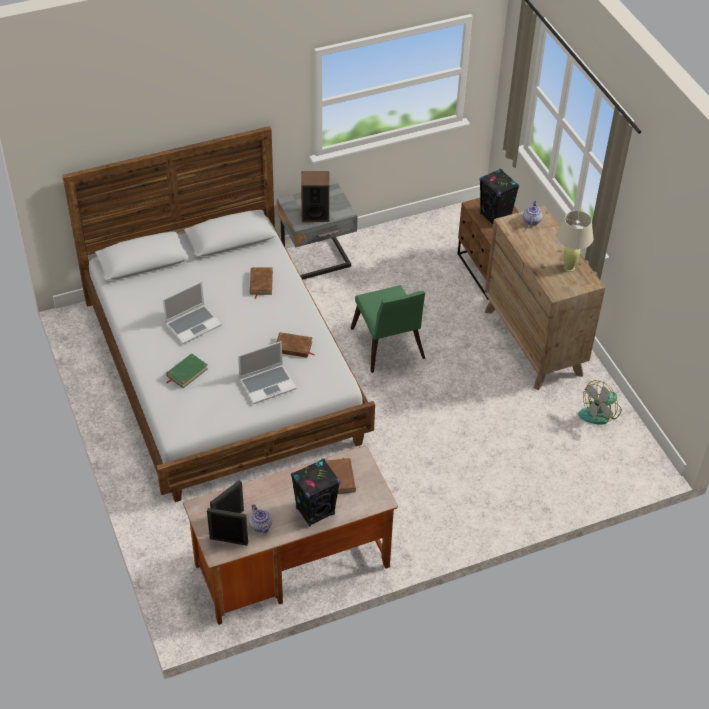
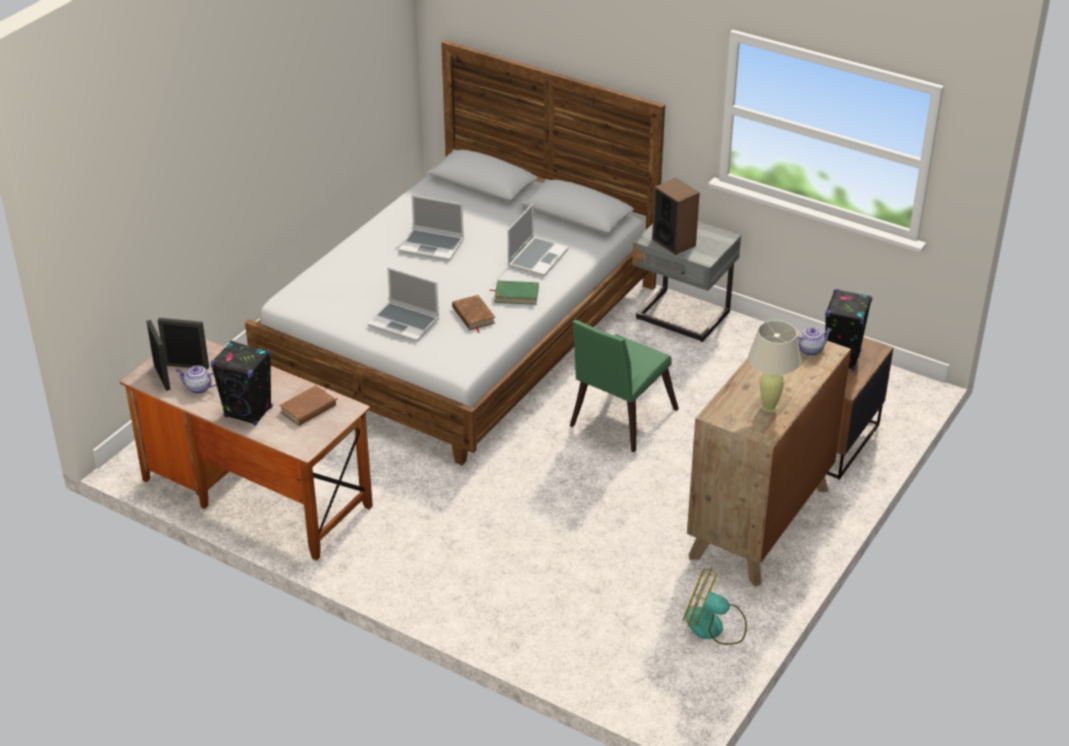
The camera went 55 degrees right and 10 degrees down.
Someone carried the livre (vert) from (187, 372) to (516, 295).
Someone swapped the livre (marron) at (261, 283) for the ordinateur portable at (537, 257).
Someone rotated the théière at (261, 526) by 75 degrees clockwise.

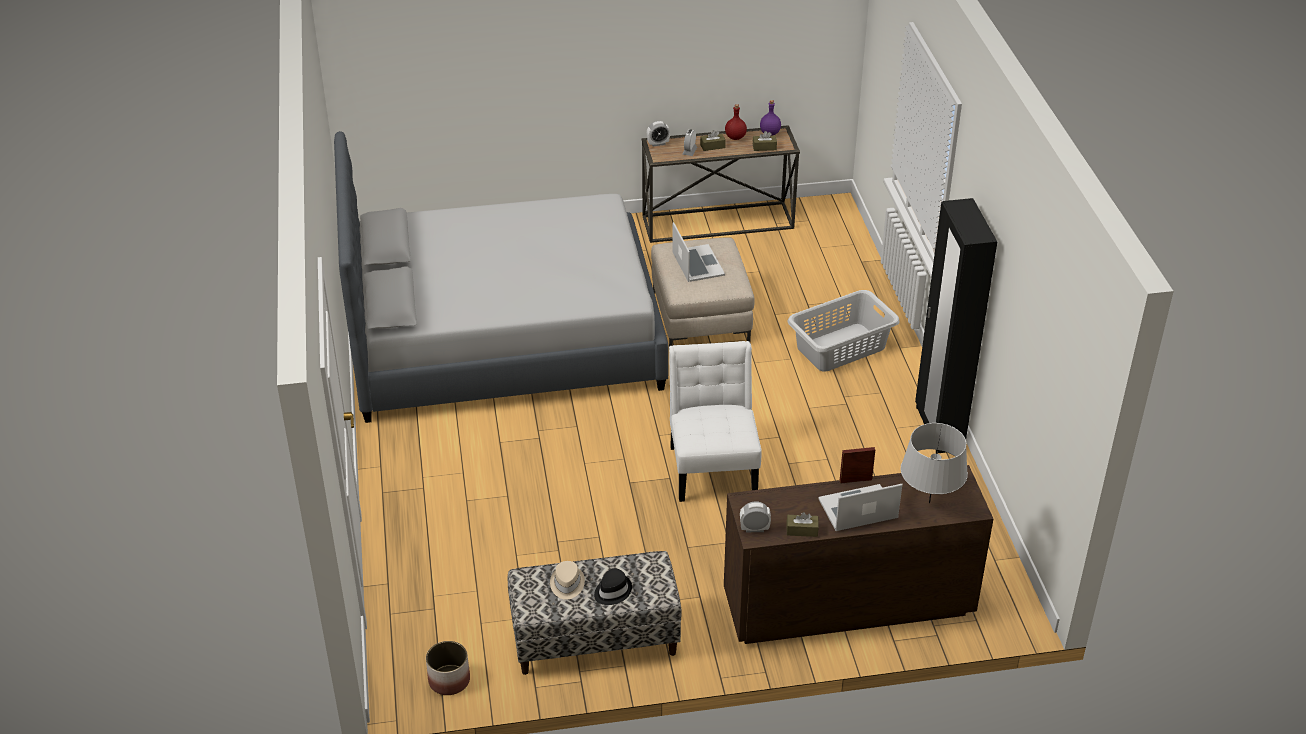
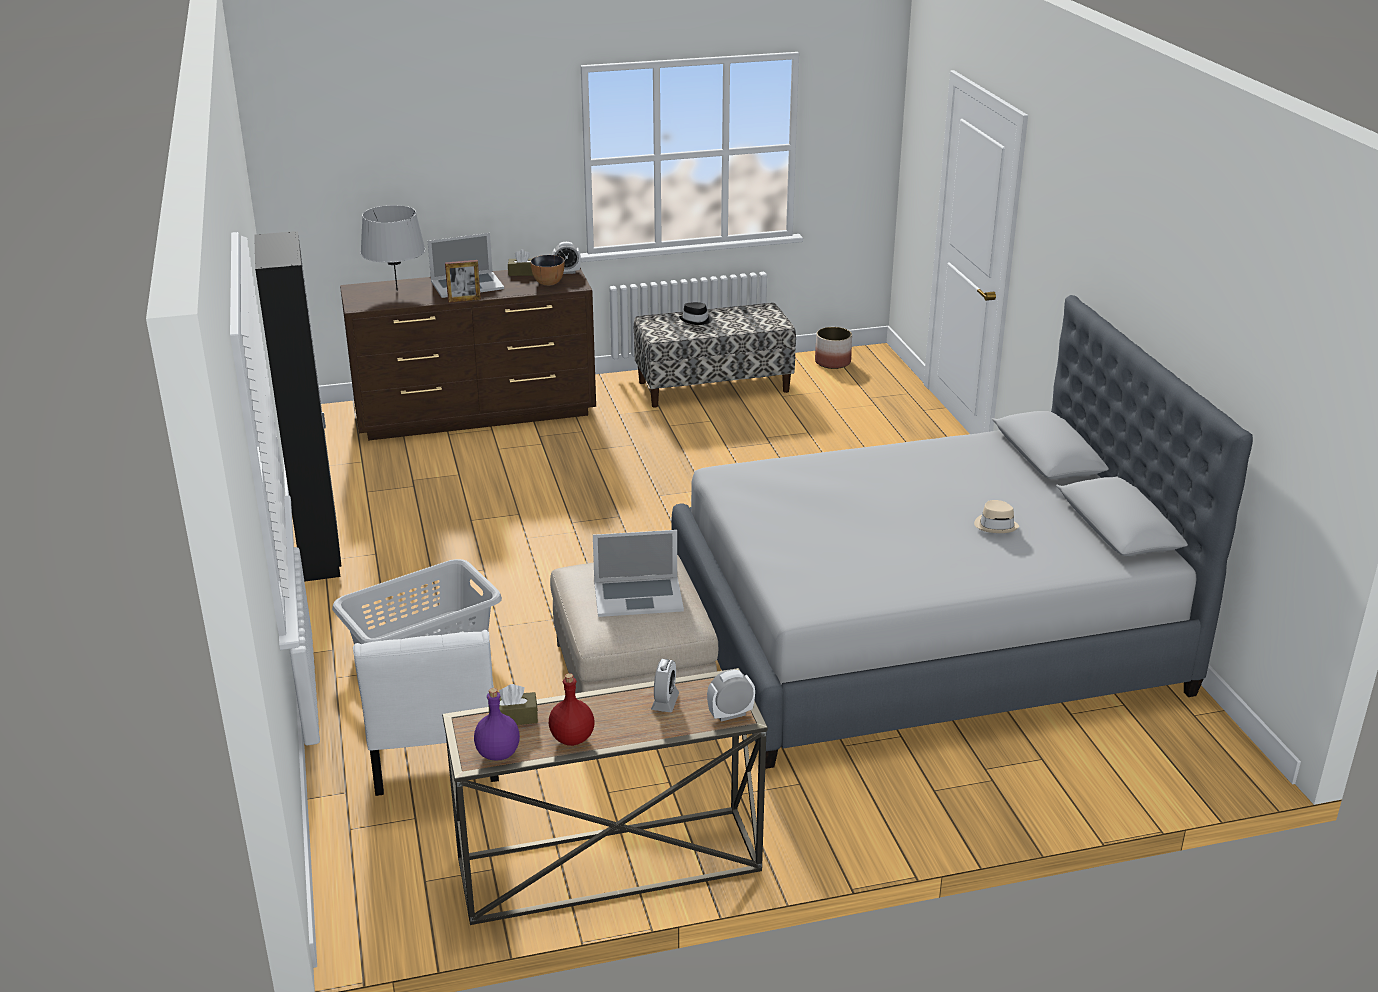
The camera went 175 degrees right and 10 degrees down.
Someone took away the boîte à mouchoirs (marron) at (712, 146).
Someone put down the bol at (548, 283).
Someone carried the chapeau (beige) from (566, 584) to (996, 525).
Someone carried the chaise (blanc) from (713, 466) to (434, 756).
Someone rotated the ordinateur portable at (697, 263) by 75 degrees counterclockwise.

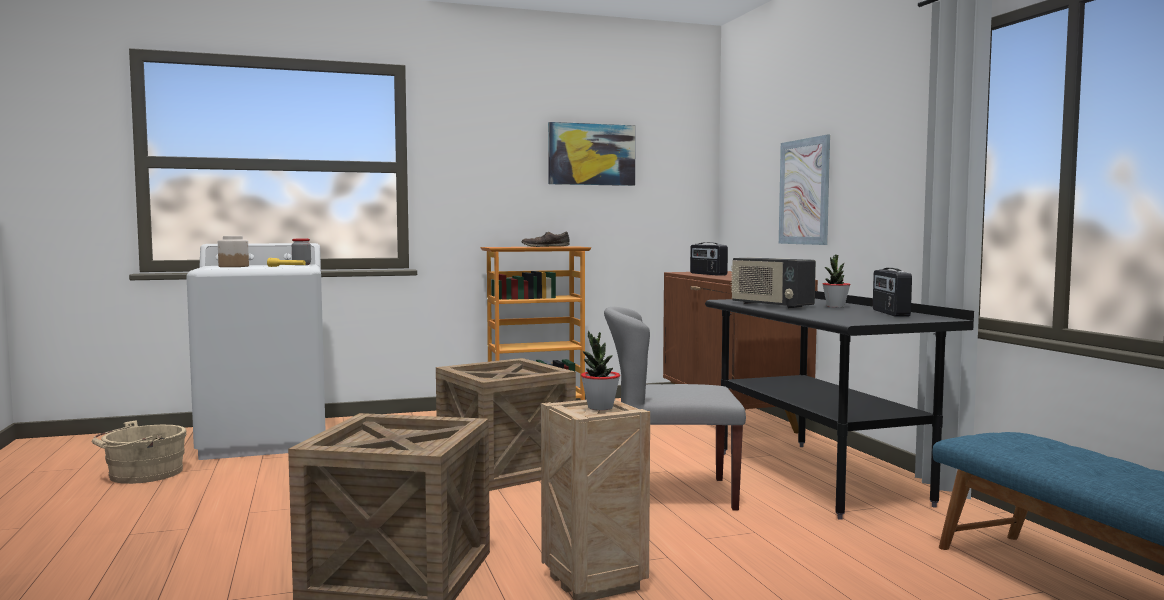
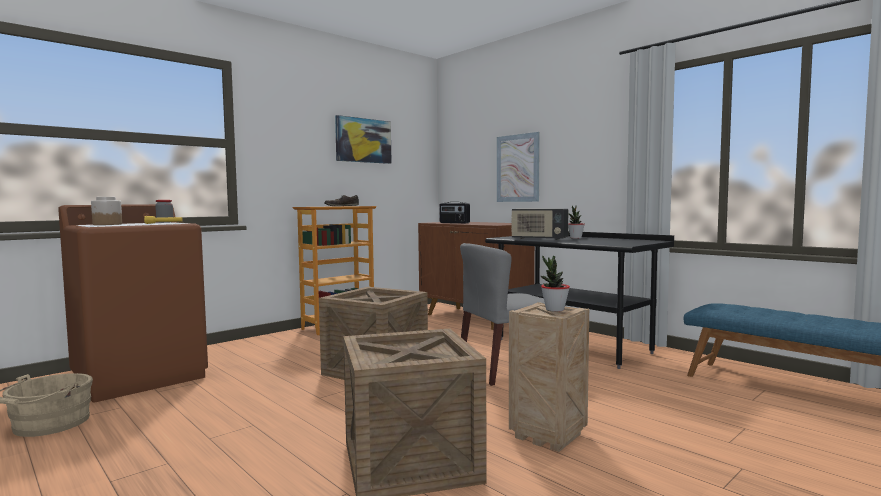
The camera went 25 degrees left and 0 degrees up.
Someone took away the radio at (889, 313).
Someone repainted the lave-linge (blanc) at (266, 440), which became the lave-linge (marron) at (140, 376).

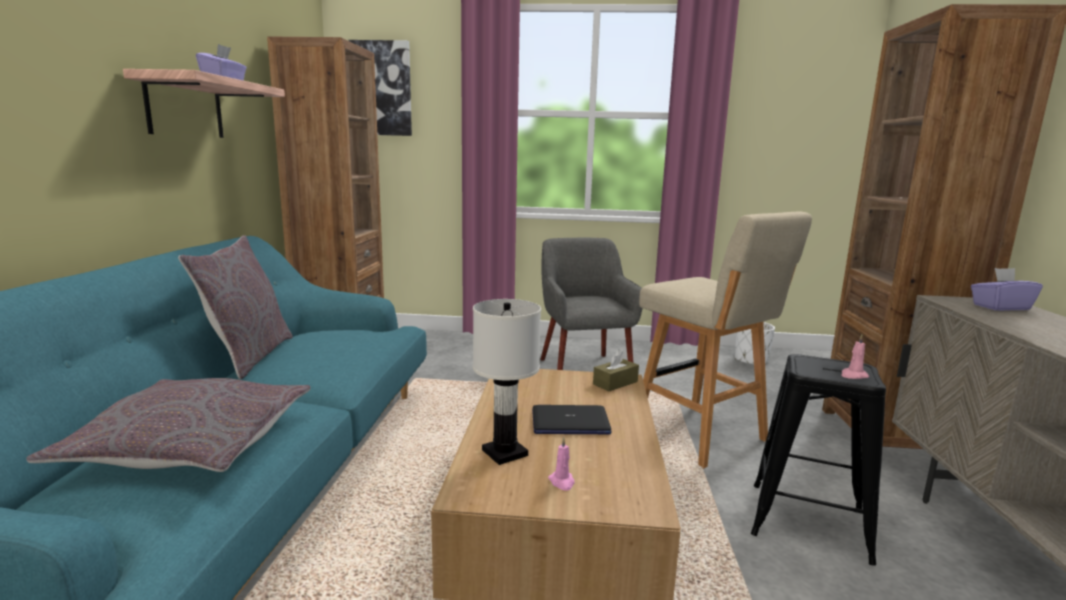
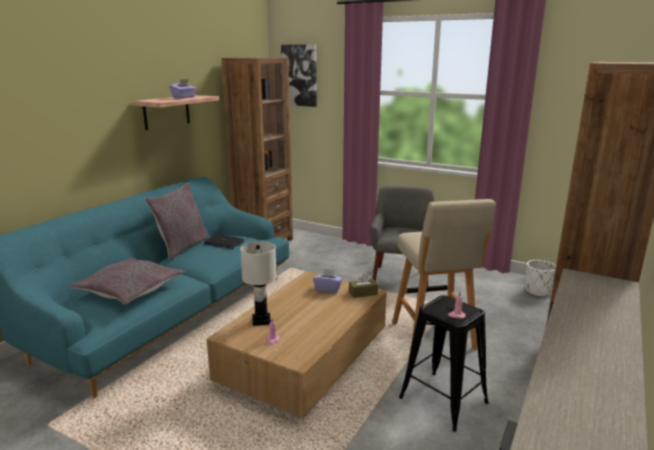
The camera went 25 degrees right and 5 degrees up.
Someone carried the ordinateur portable from (570, 422) to (224, 242).
Someone carried the boîte à mouchoirs (violet) from (1000, 307) to (328, 289).

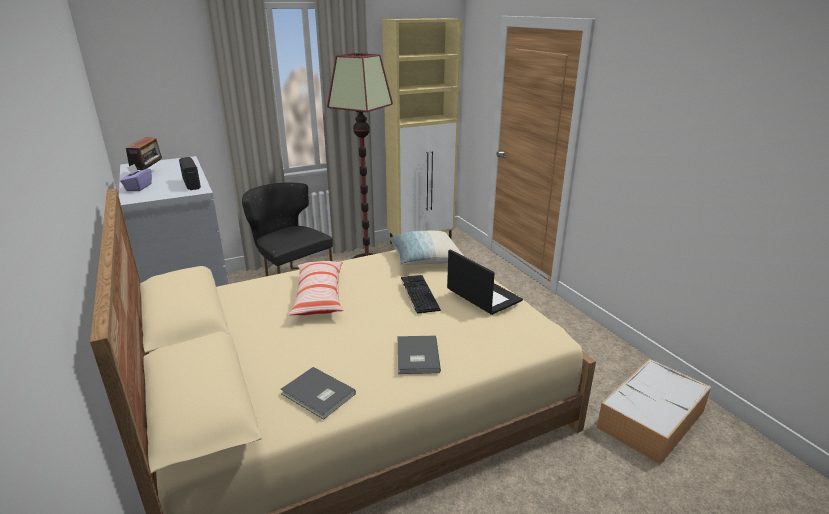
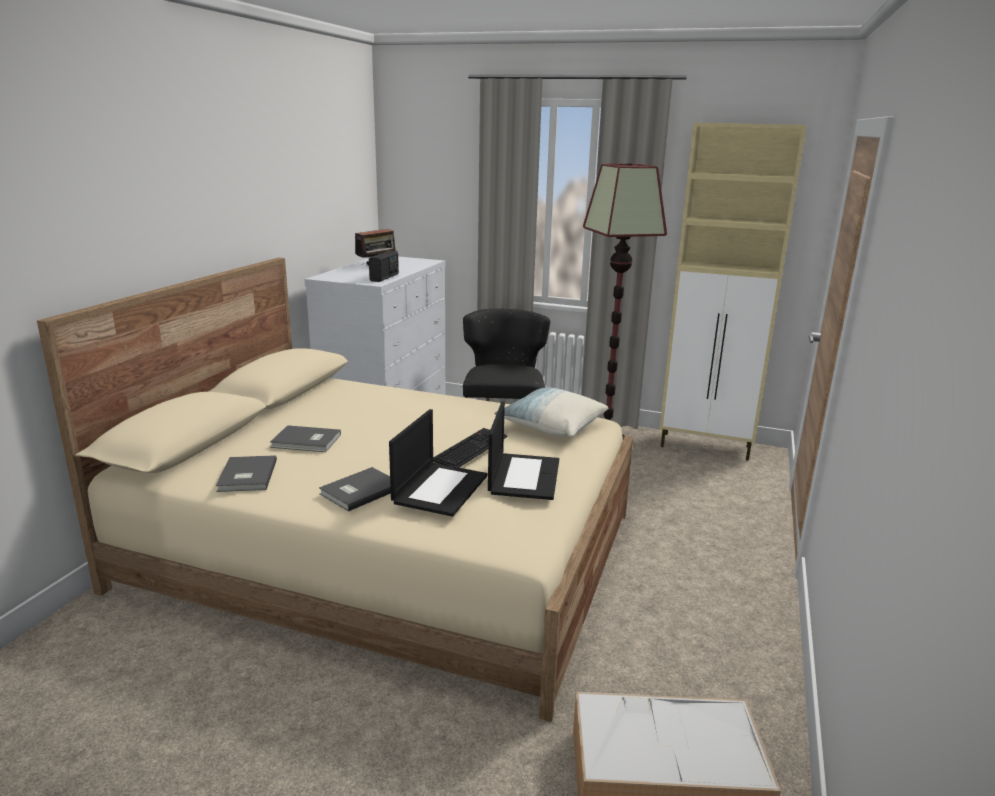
The camera went 45 degrees right and 5 degrees down.
Someone took away the boîte à mouchoirs (violet) at (138, 187).
Someone took away the coussin at (319, 296).
Someone put down the livre (gris) at (306, 441).
Someone put down the ordinateur portable at (440, 488).

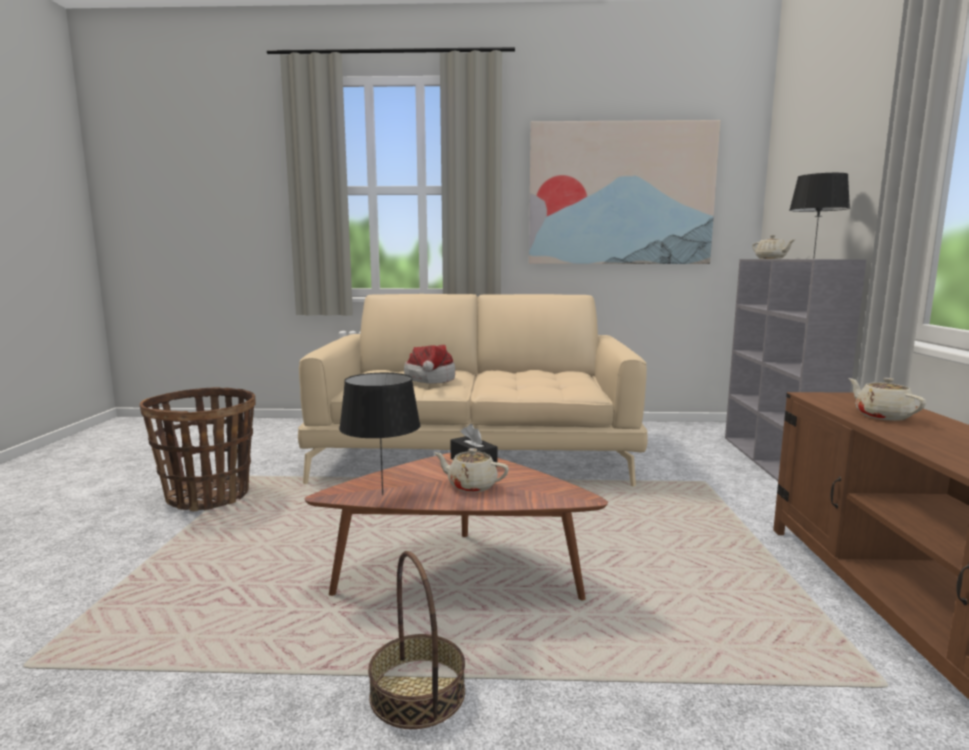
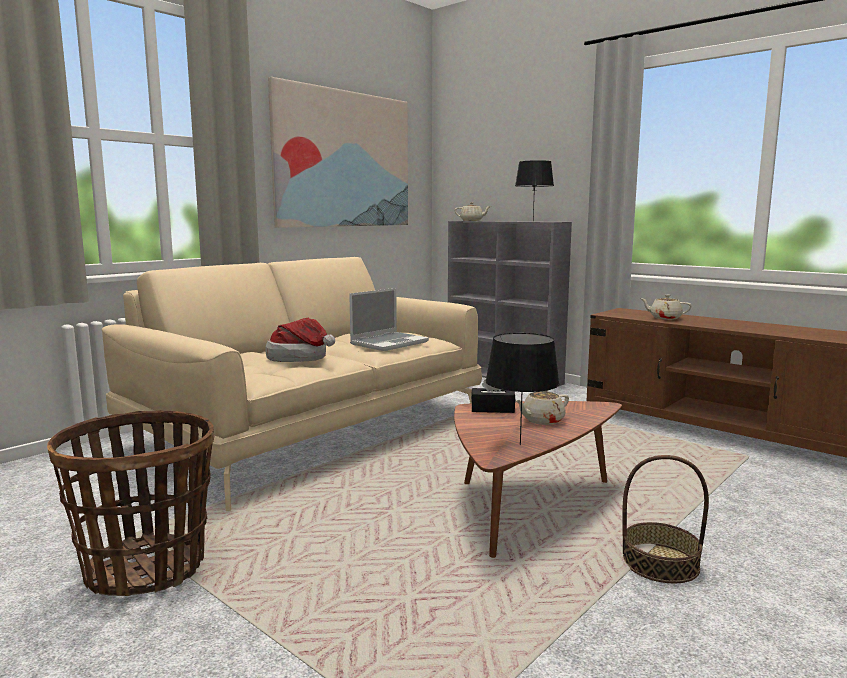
The camera went 50 degrees left and 0 degrees up.
Someone put down the ordinateur portable at (389, 343).

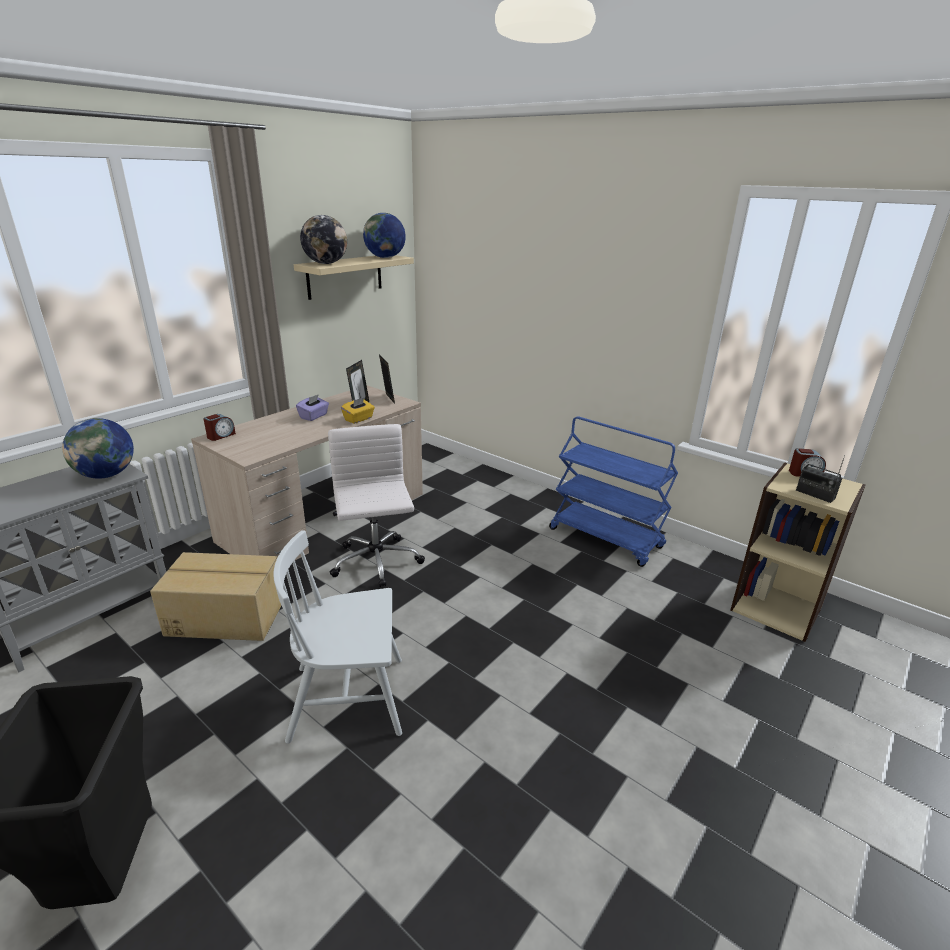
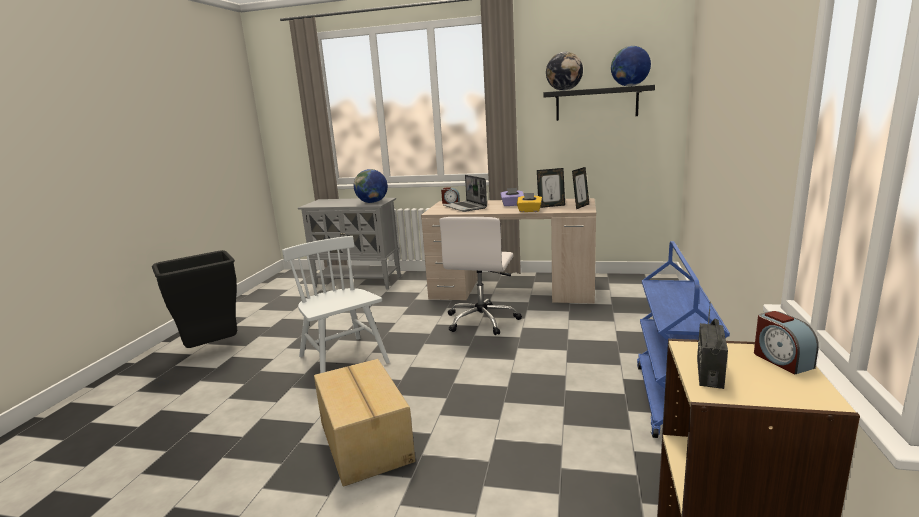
The camera went 65 degrees right and 10 degrees down.
Someone put down the ordinateur portable at (465, 207).
Someone carried the carton from (226, 616) to (367, 441).
Someone repainted the étagère (beige) at (345, 276), which became the étagère (noir) at (596, 103).
Someone rotated the chaise de bureau (blanc) at (376, 562) by 150 degrees clockwise.

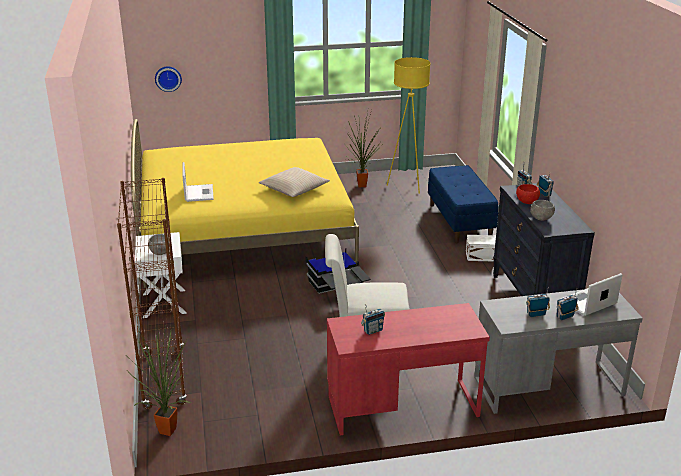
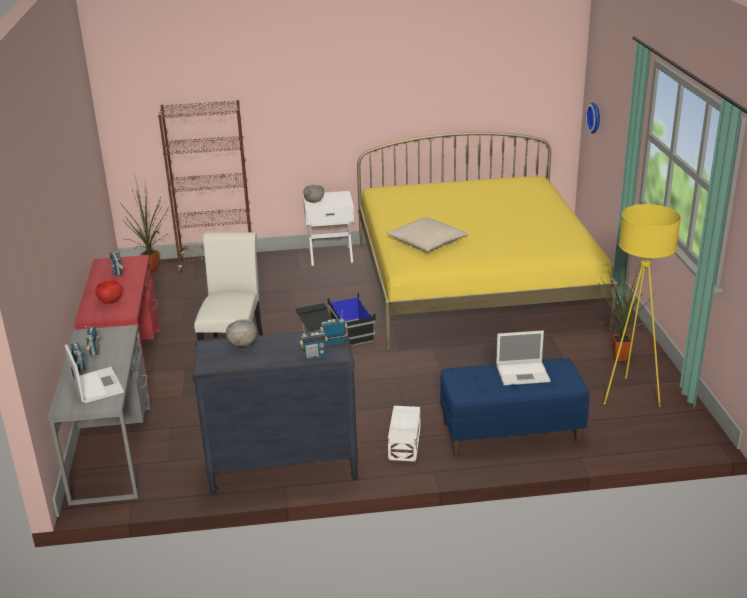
The camera went 95 degrees right and 0 degrees up.
Someone carried the ordinateur portable from (198, 193) to (523, 373).
Someone carried the bol (rouge) from (527, 202) to (110, 301).

